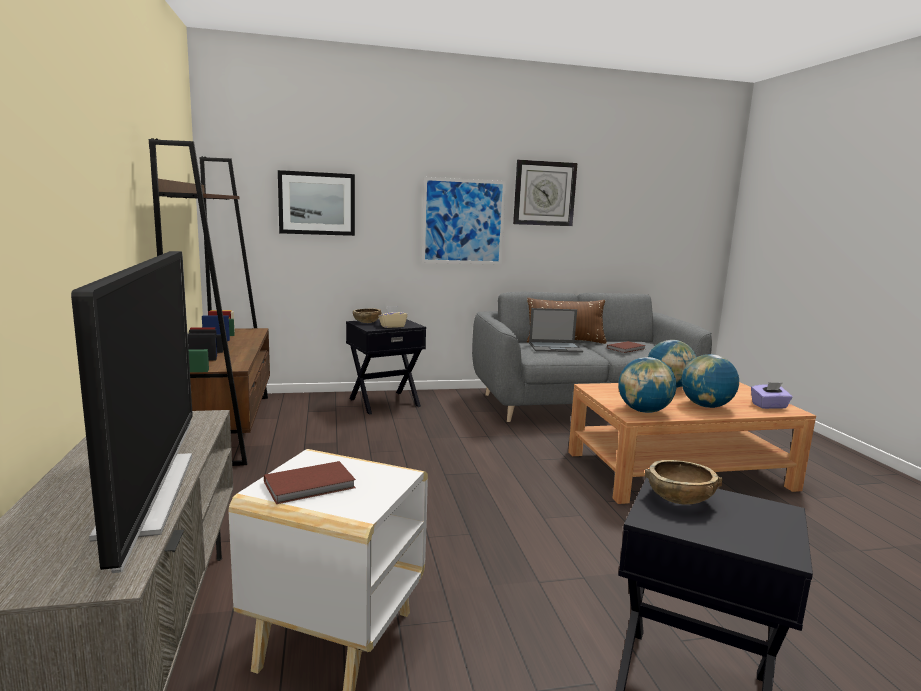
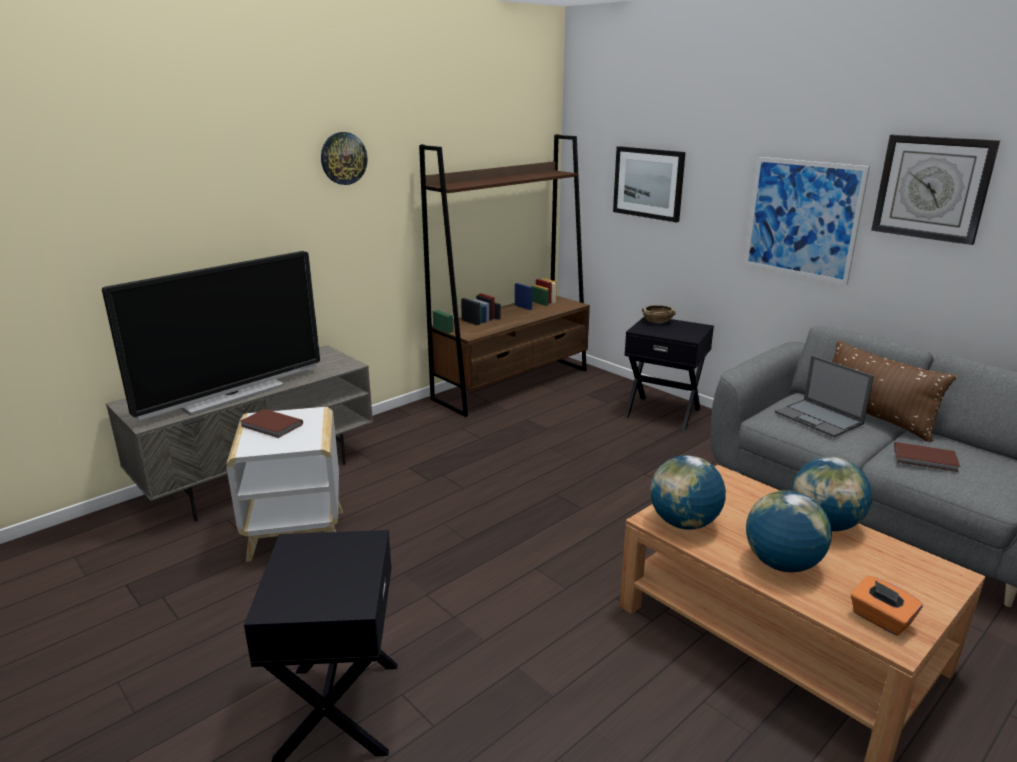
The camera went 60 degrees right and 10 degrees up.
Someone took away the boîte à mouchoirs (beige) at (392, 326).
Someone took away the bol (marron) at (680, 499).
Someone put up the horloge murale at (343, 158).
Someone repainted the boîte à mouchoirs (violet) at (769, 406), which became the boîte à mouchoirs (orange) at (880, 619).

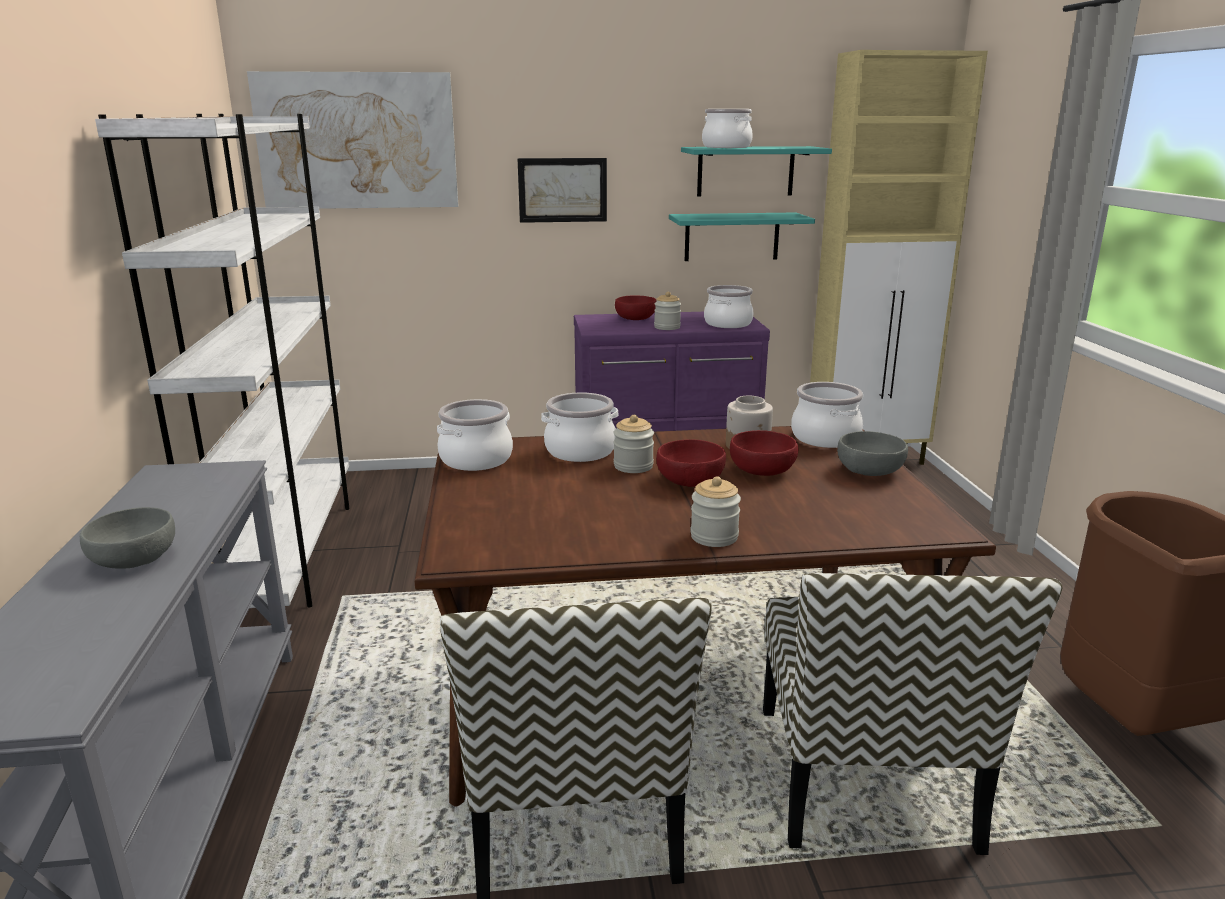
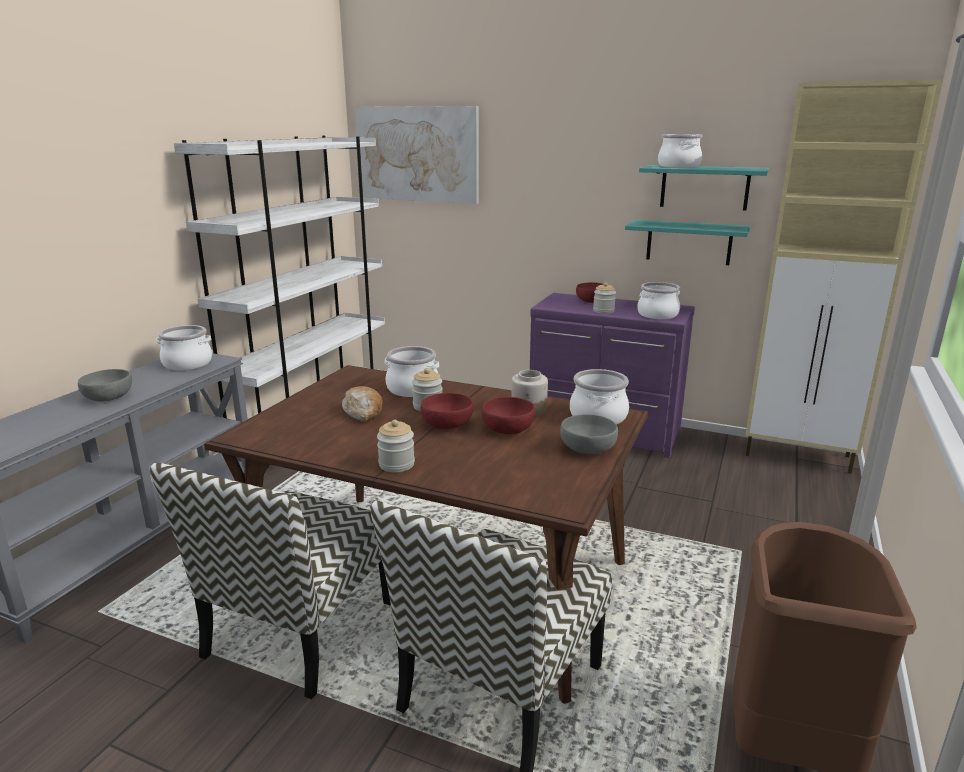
The camera went 30 degrees right and 0 degrees up.
Someone took away the tableau at (562, 190).
Someone put down the pain at (363, 411).
Someone carried the marmite from (475, 459) to (187, 364).

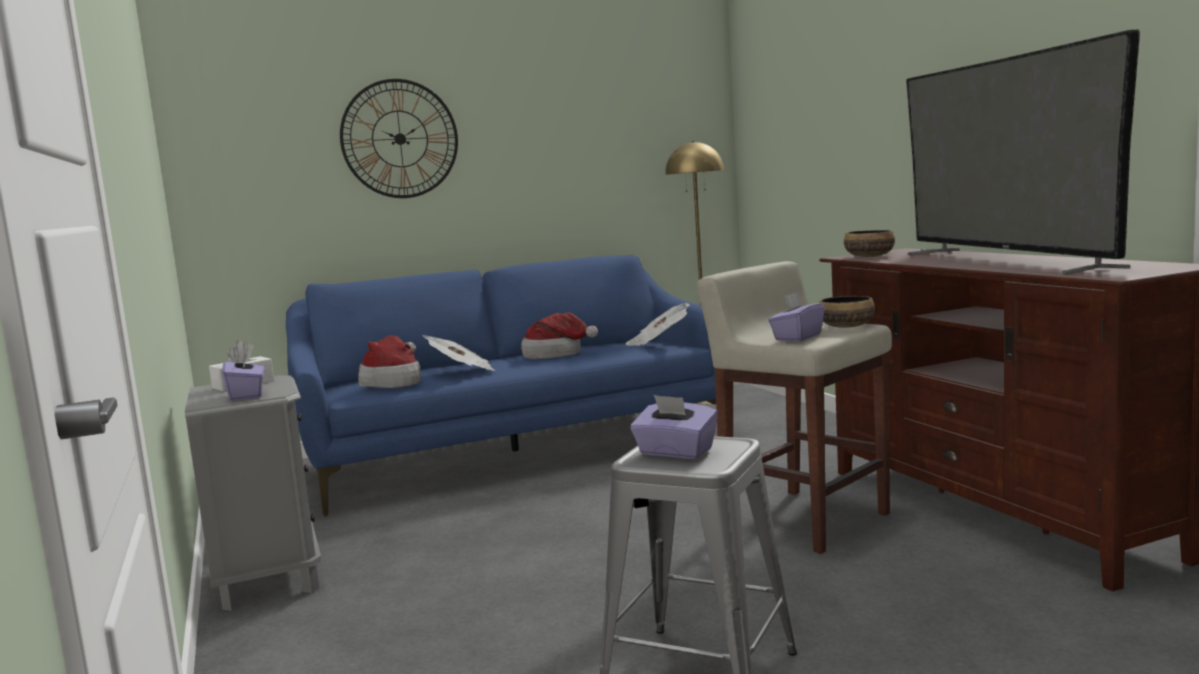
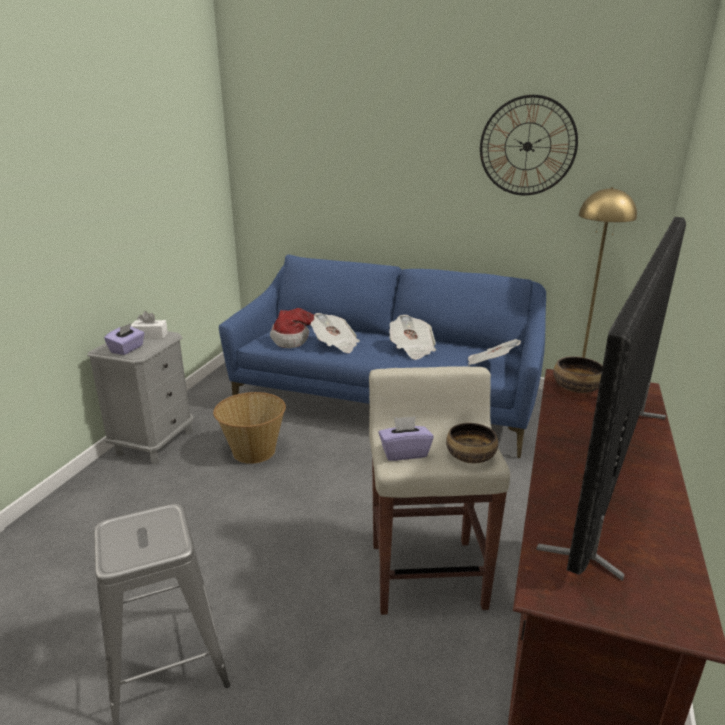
The camera went 40 degrees right and 15 degrees up.
Someone took away the boîte à mouchoirs (violet) at (675, 452).
Someone put down the panier at (253, 451).
Someone carried the horloge murale from (400, 139) to (527, 146).
Someone swapped the chapeau at (557, 354) for the journal at (412, 349).

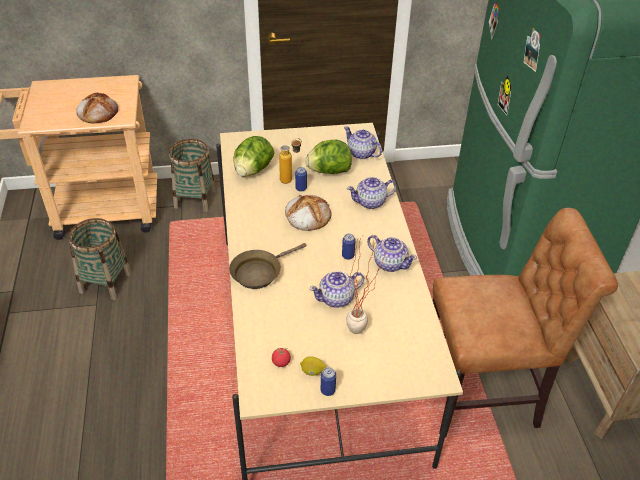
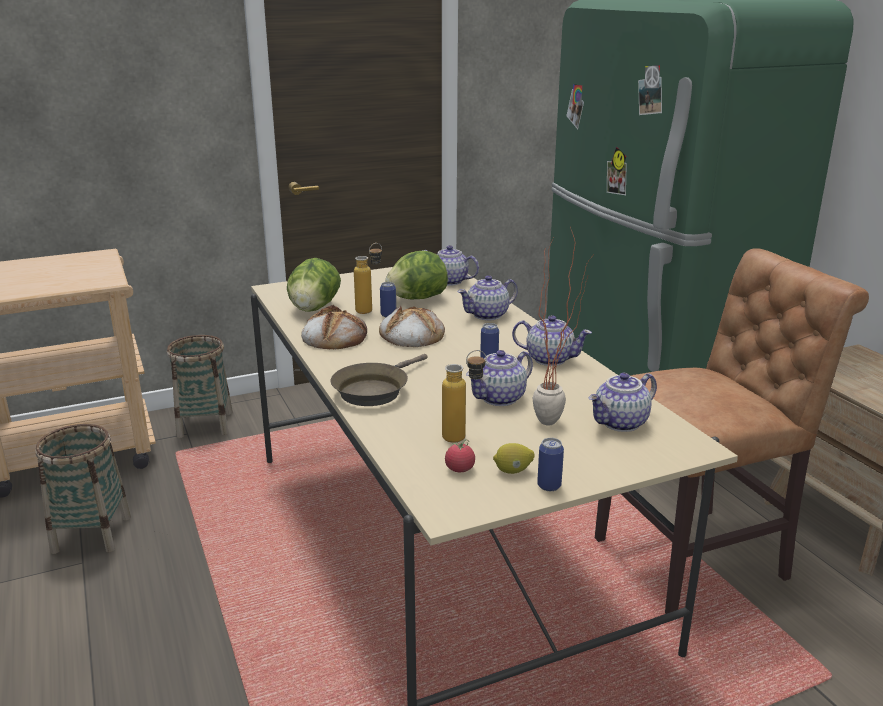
The camera went 15 degrees left and 20 degrees down.
Someone put down the bouteille at (463, 437).
Someone put down the théière at (621, 423).
Someone carried the pain from (97, 112) to (334, 336).

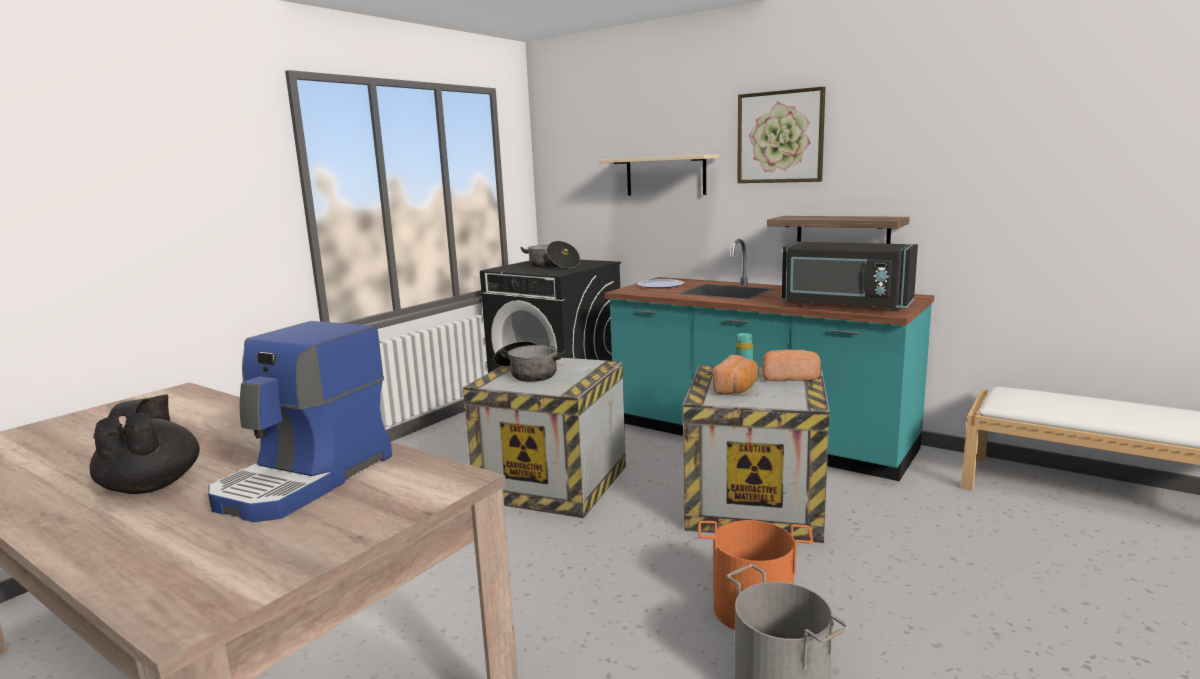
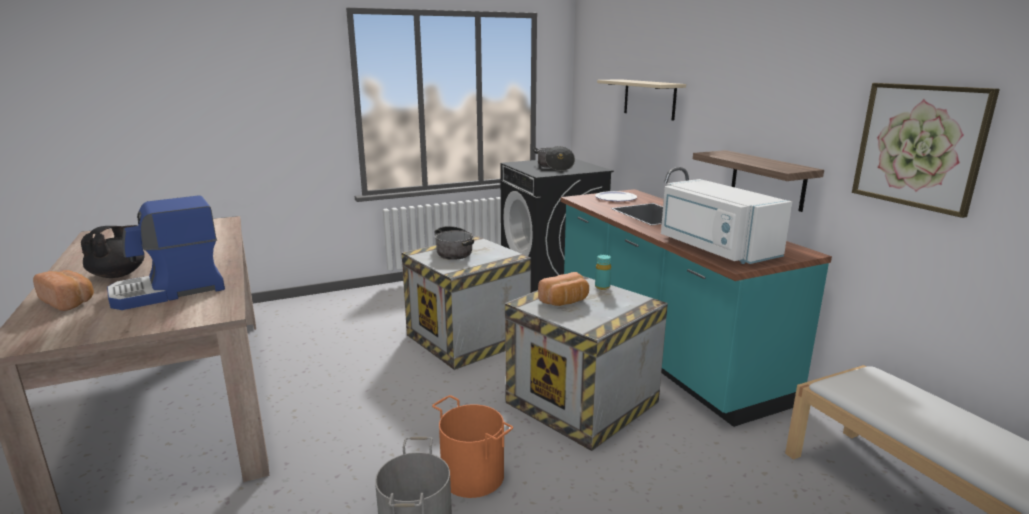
The camera went 30 degrees right and 5 degrees up.
Someone carried the tableau from (780, 137) to (919, 146).
Someone carried the pain from (788, 377) to (69, 302).
Someone repainted the micro-ondes (noir) at (845, 305), which became the micro-ondes (blanc) at (714, 248).

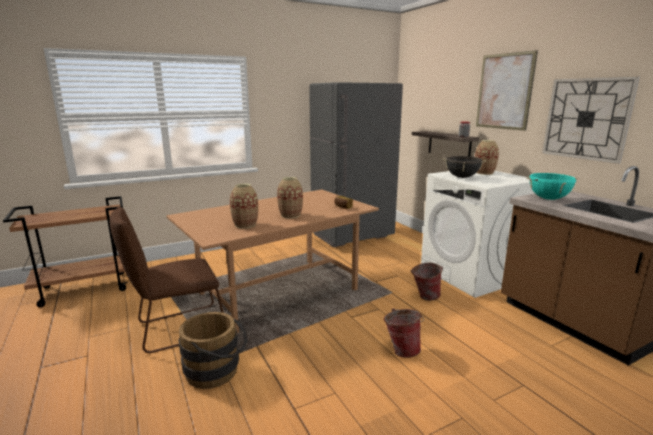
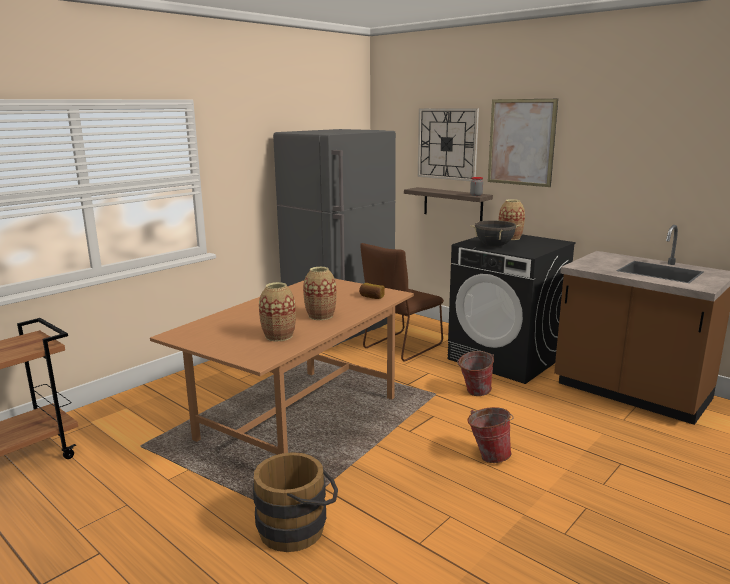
The camera went 20 degrees left and 0 degrees up.
Someone took away the marmite (turquoise) at (548, 199).
Someone carried the chaise (marron) from (177, 329) to (400, 347).
Someone carried the horloge murale from (586, 119) to (447, 144).
Someone repainted the lave-linge (blanc) at (471, 274), which became the lave-linge (noir) at (506, 358).

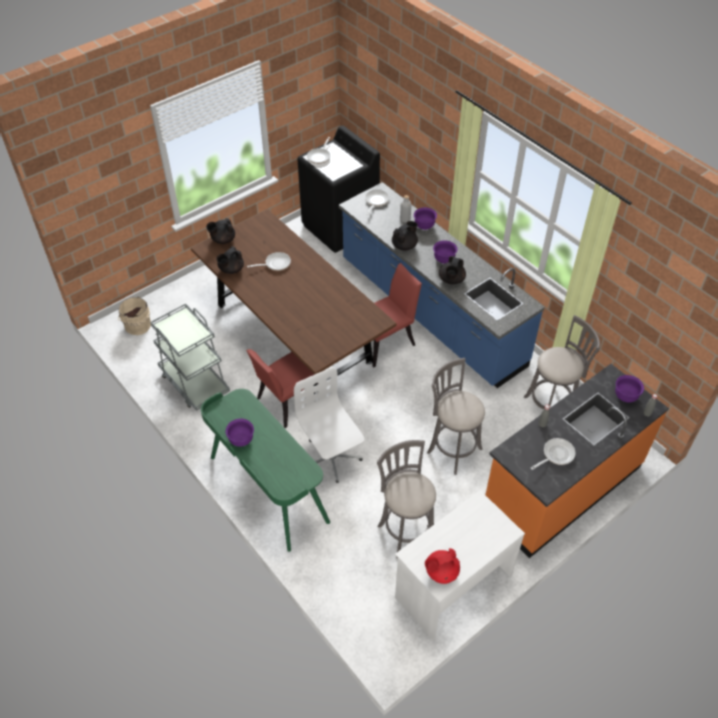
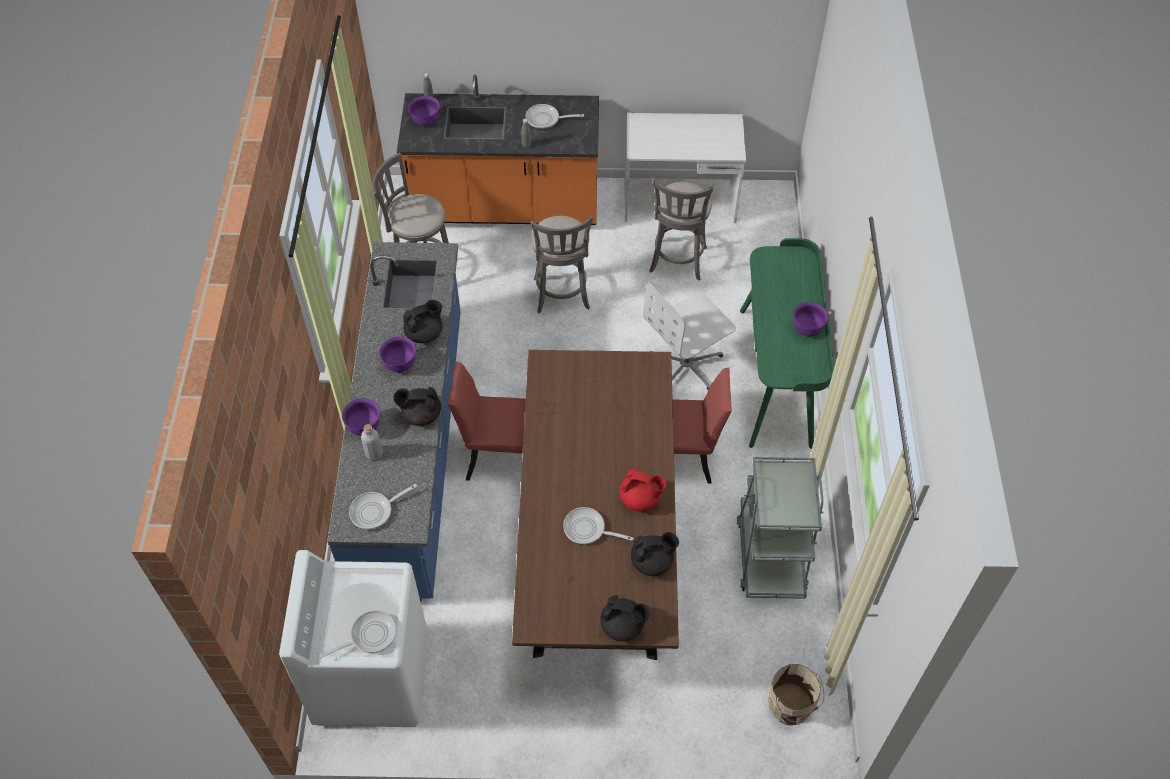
The camera went 140 degrees left and 5 degrees up.
Someone carried the théière (rouge) from (441, 572) to (640, 499).
Someone repainted the lave-linge (noir) at (340, 227), which became the lave-linge (blanc) at (372, 677).
Someone rotated the chaise de bureau (blanc) at (331, 458) by 45 degrees clockwise.

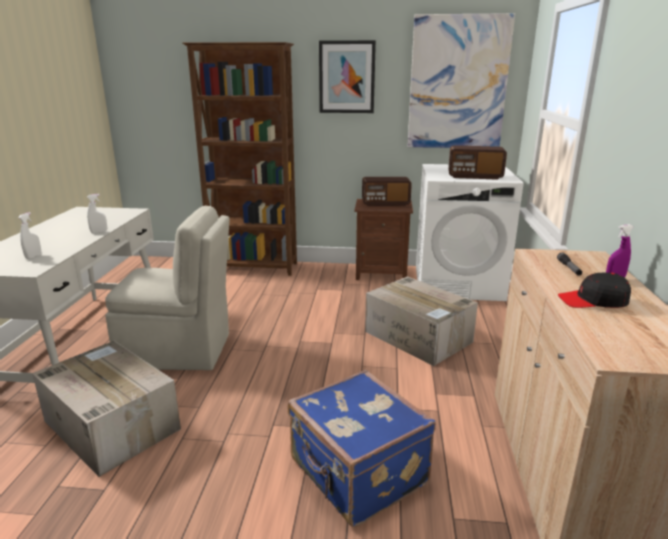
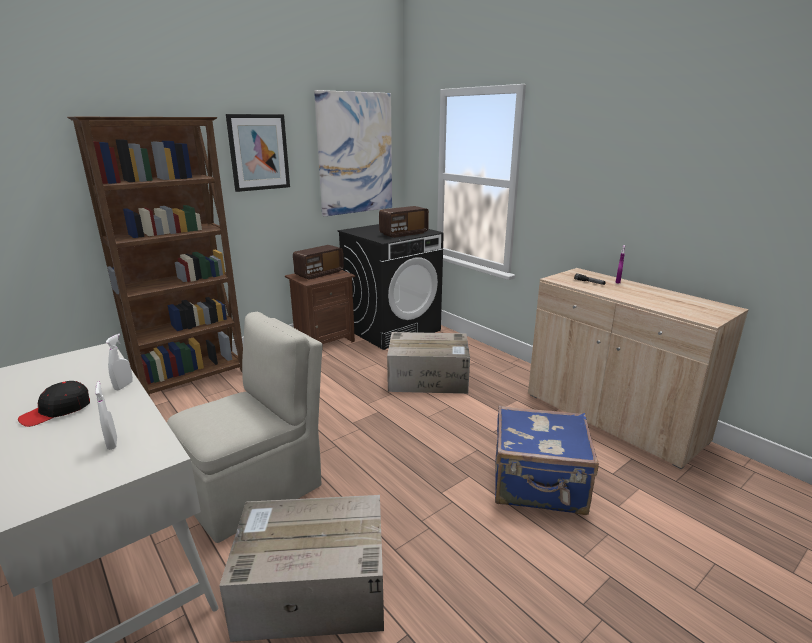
The camera went 45 degrees left and 0 degrees up.
Someone carried the casquette (noir) from (593, 301) to (57, 411).
Someone repainted the lave-linge (blanc) at (458, 283), which became the lave-linge (noir) at (392, 329).

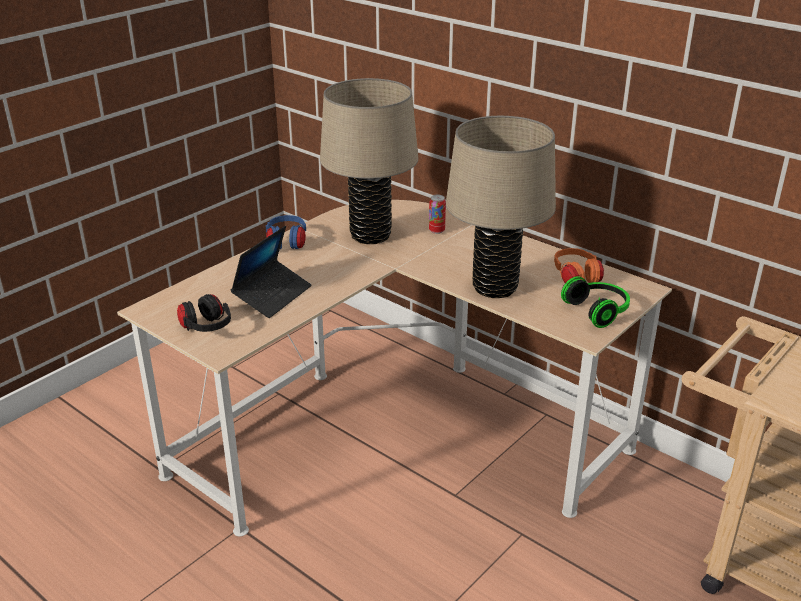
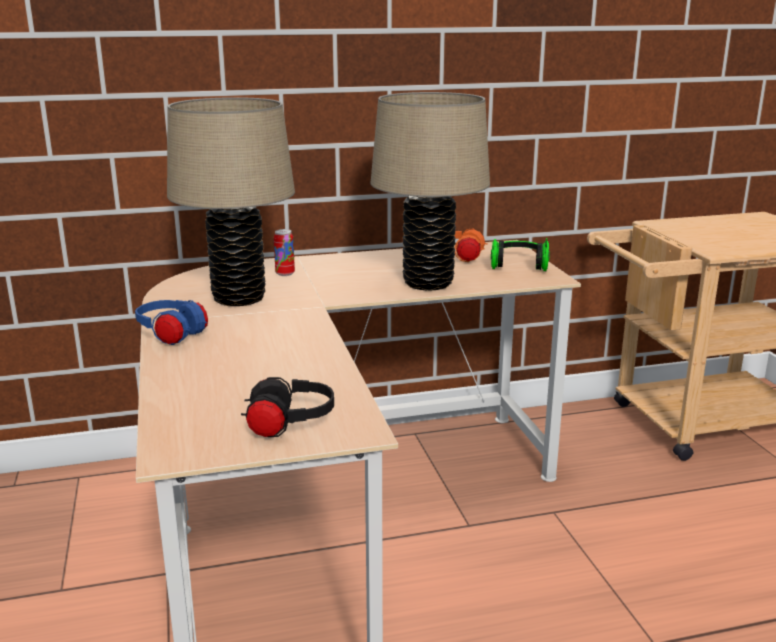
The camera went 55 degrees left and 10 degrees down.
Someone took away the ordinateur portable at (272, 295).

